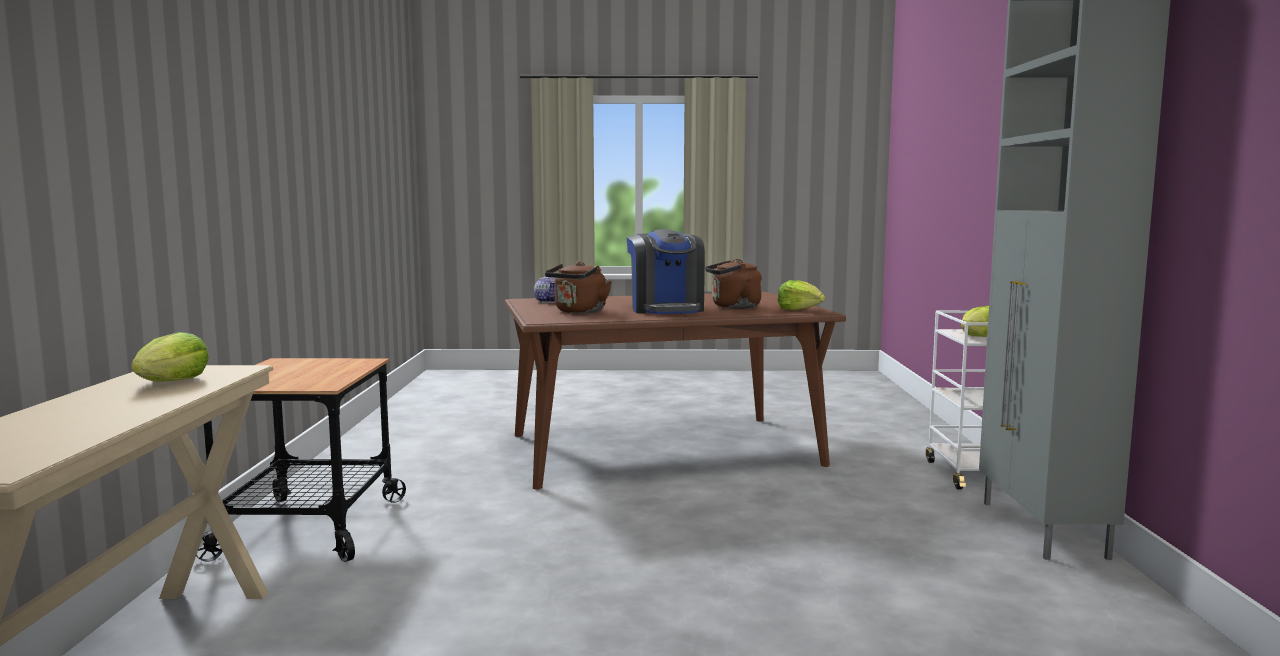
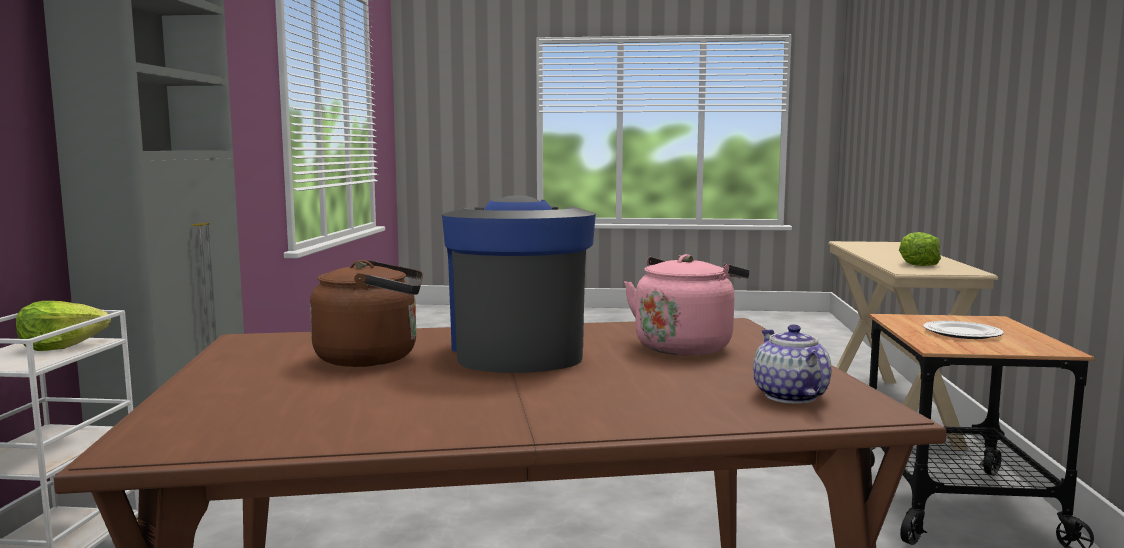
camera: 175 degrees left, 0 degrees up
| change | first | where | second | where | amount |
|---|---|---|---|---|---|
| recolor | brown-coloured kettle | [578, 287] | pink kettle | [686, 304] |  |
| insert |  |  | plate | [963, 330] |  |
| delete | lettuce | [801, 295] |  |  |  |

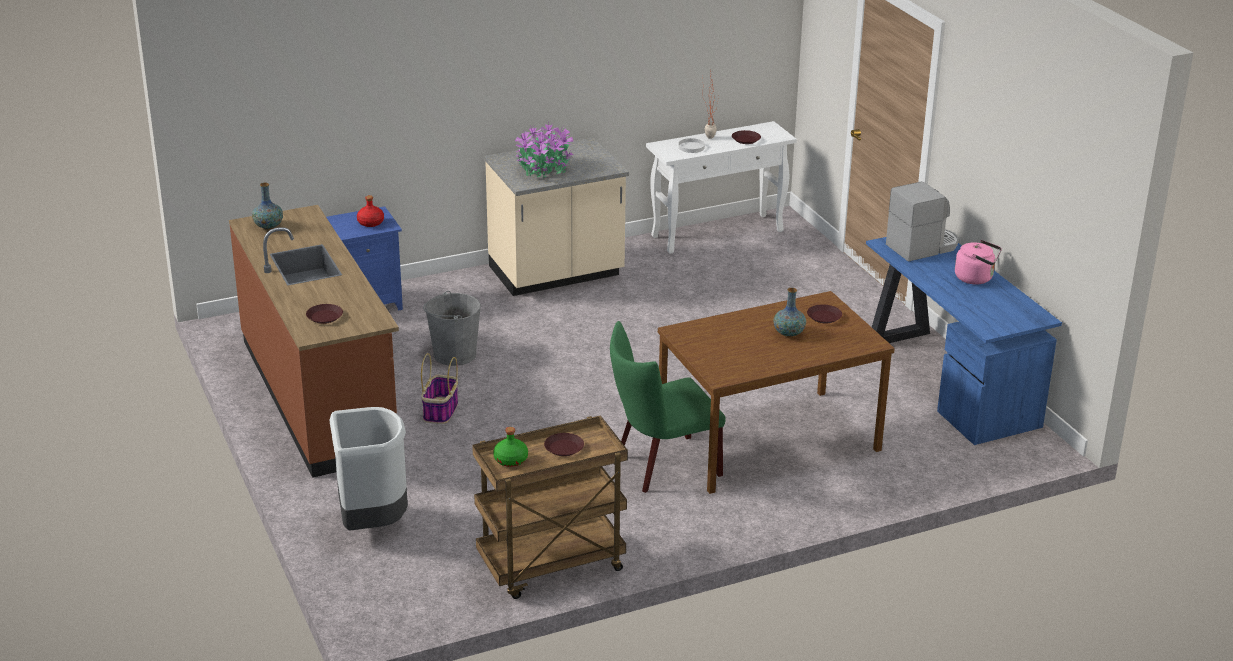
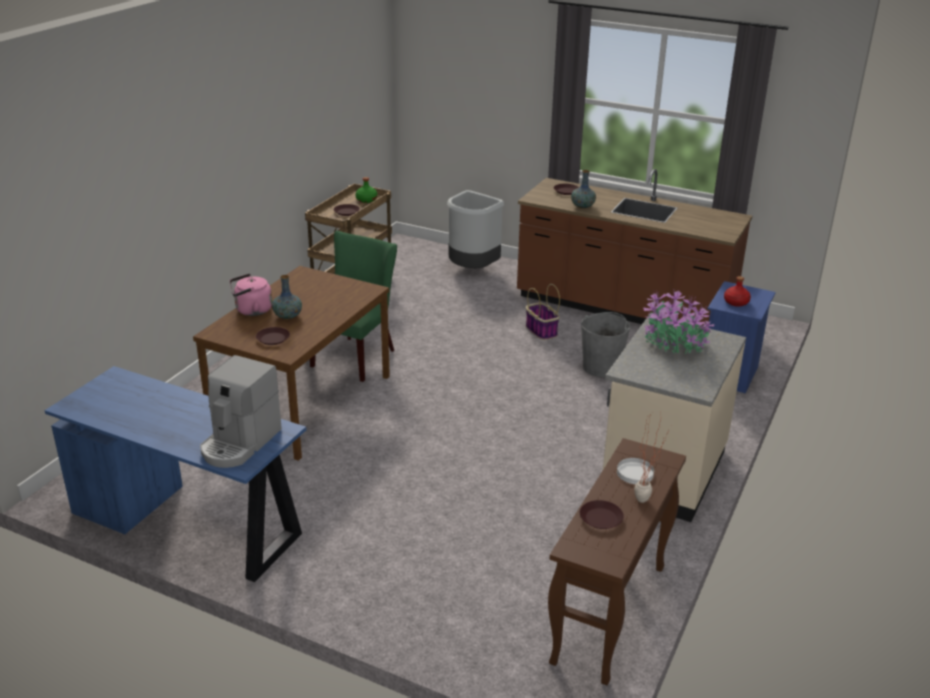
camera: 140 degrees right, 0 degrees up
| change | first | where | second | where | amount |
|---|---|---|---|---|---|
| move | pink kettle | [978, 262] |  | [251, 295] |  |
| recolor | white hall table | [721, 187] | brown-coloured hall table | [617, 561] |  |
| move | vase | [267, 206] |  | [583, 189] |  |

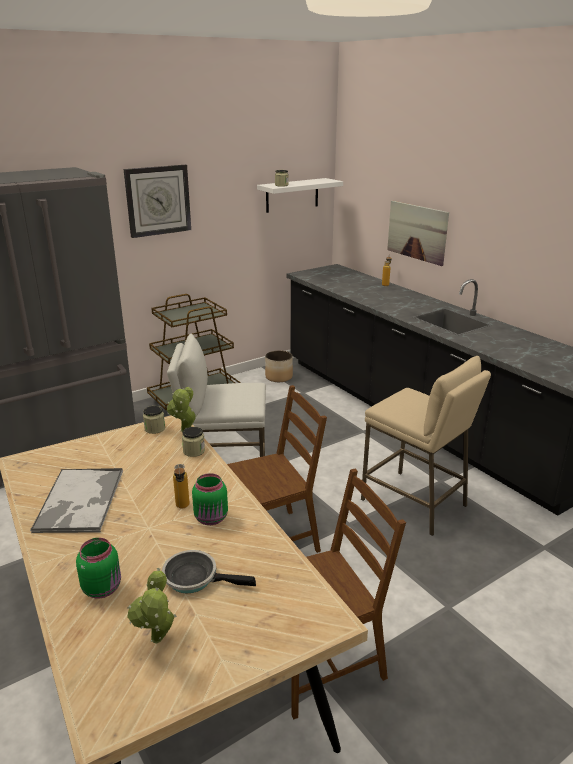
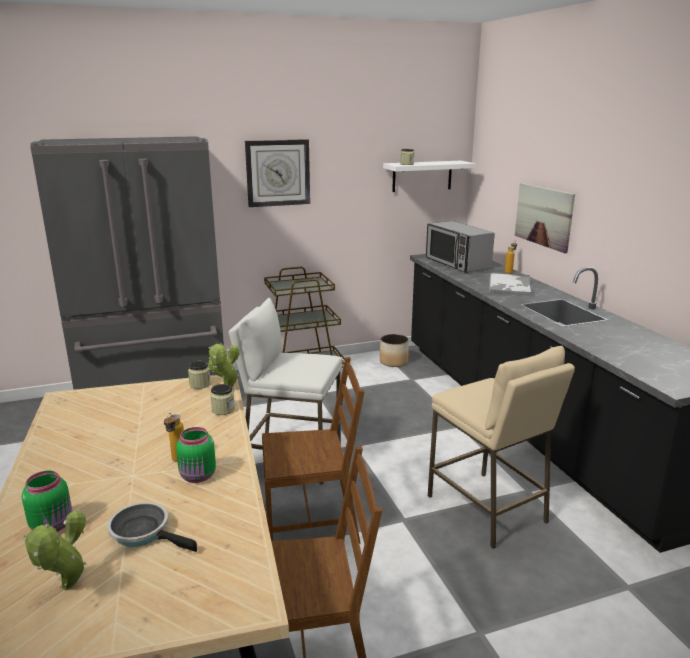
camera: 15 degrees right, 5 degrees down
| change | first | where | second | where | amount |
|---|---|---|---|---|---|
| insert |  |  | microwave | [460, 247] |  |
| move | serving tray | [76, 500] |  | [510, 284] |  |

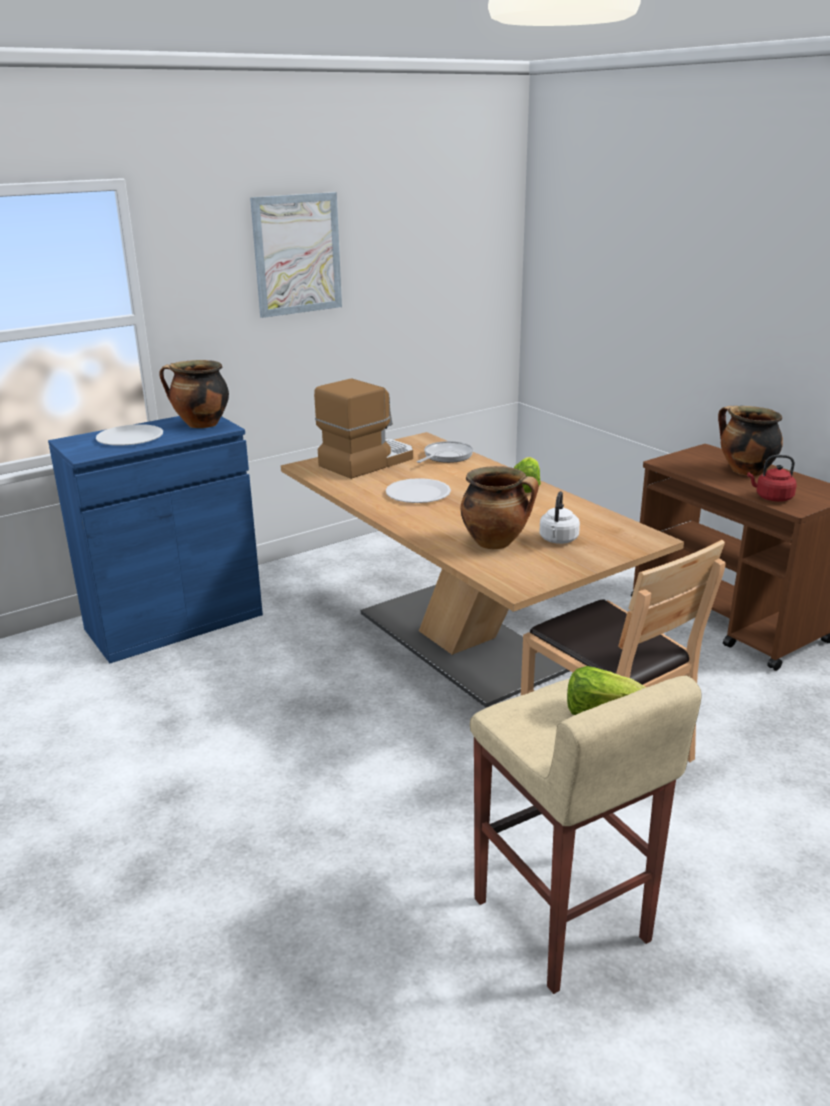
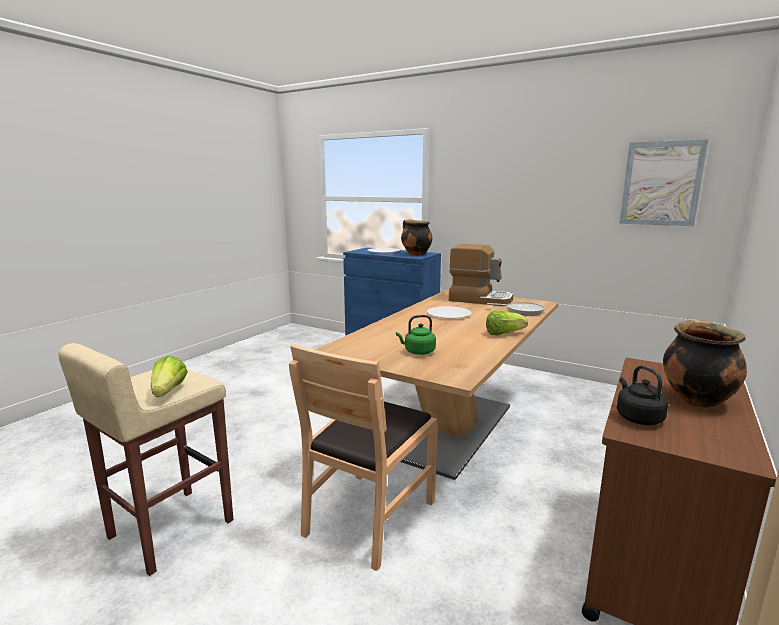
camera: 65 degrees right, 10 degrees down
| change | first | where | second | where | amount |
|---|---|---|---|---|---|
| recolor | white kettle | [560, 517] | green kettle | [416, 335] |  |
| recolor | red kettle | [772, 478] | black kettle | [642, 395] |  |
| move | picture | [296, 255] |  | [664, 182] |  |
| delete | stockpot | [499, 507] |  |  |  |

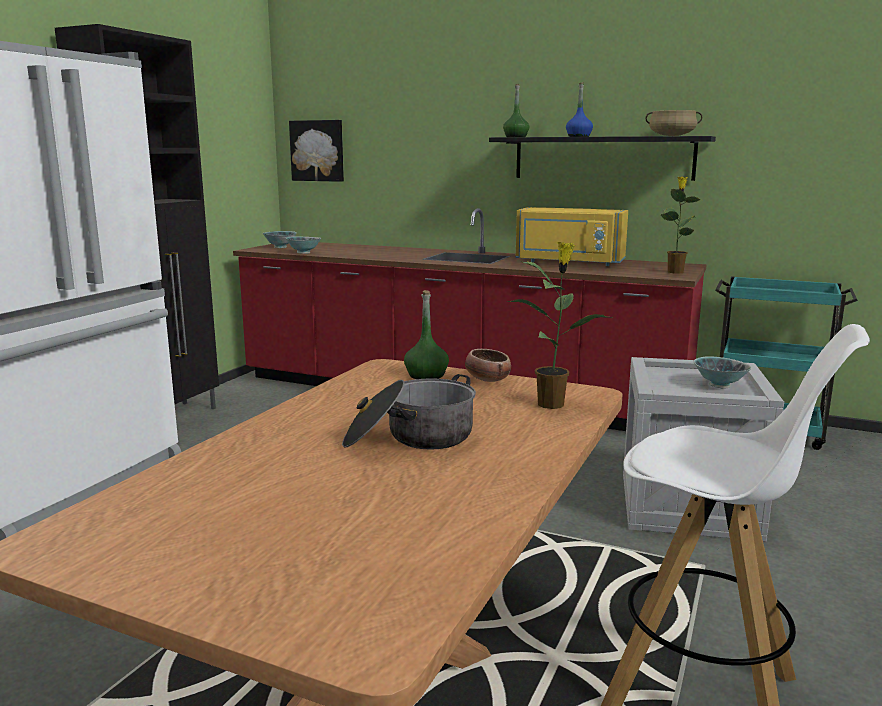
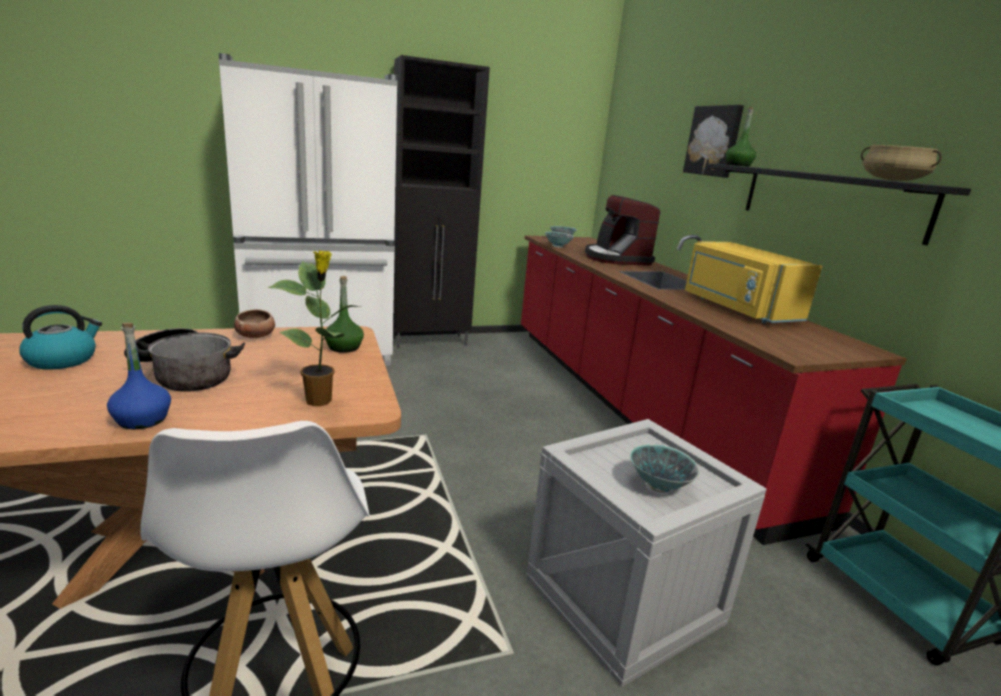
camera: 45 degrees right, 5 degrees up
| change | first | where | second | where | amount |
|---|---|---|---|---|---|
| insert |  |  | kettle | [60, 337] |  |
| move | blue-coloured bottle | [579, 109] |  | [139, 376] |  |
| move | bowl | [488, 365] |  | [254, 323] |  |
| insert |  |  | coffee machine | [622, 230] |  |
| move | picture | [316, 151] |  | [713, 141] |  |
| delete | plant in a pot | [681, 225] |  |  |  |

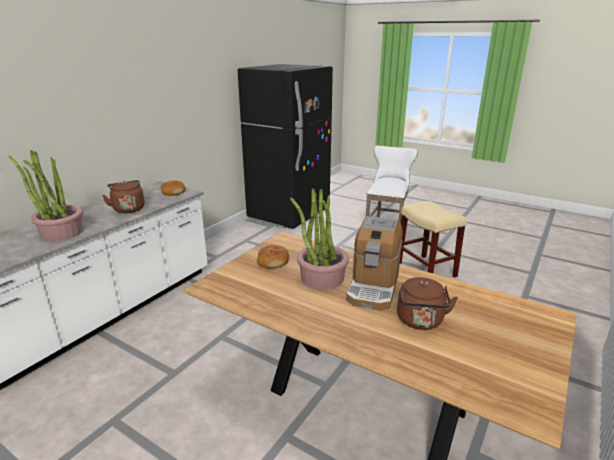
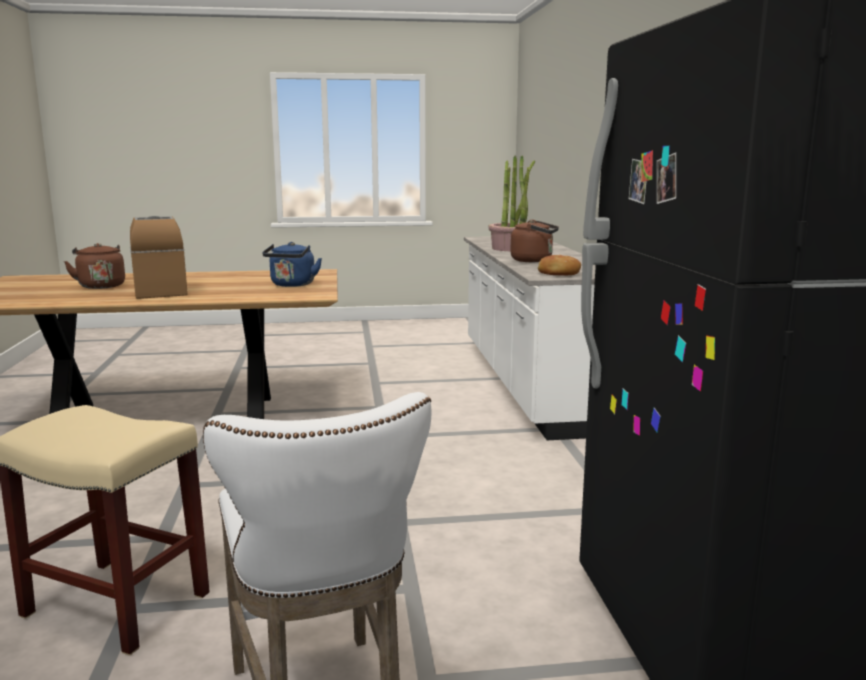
camera: 140 degrees right, 10 degrees down
| change | first | where | second | where | amount |
|---|---|---|---|---|---|
| replace | bakery bread | [273, 257] | blue-coloured kettle | [292, 264] |  |
| delete | plant in a pot | [319, 238] |  |  |  |

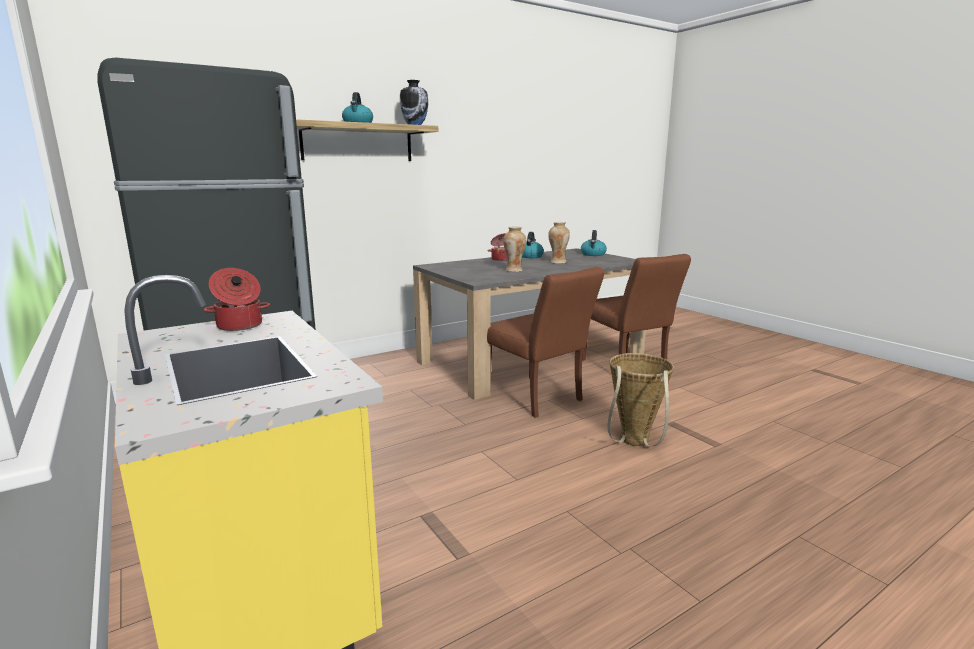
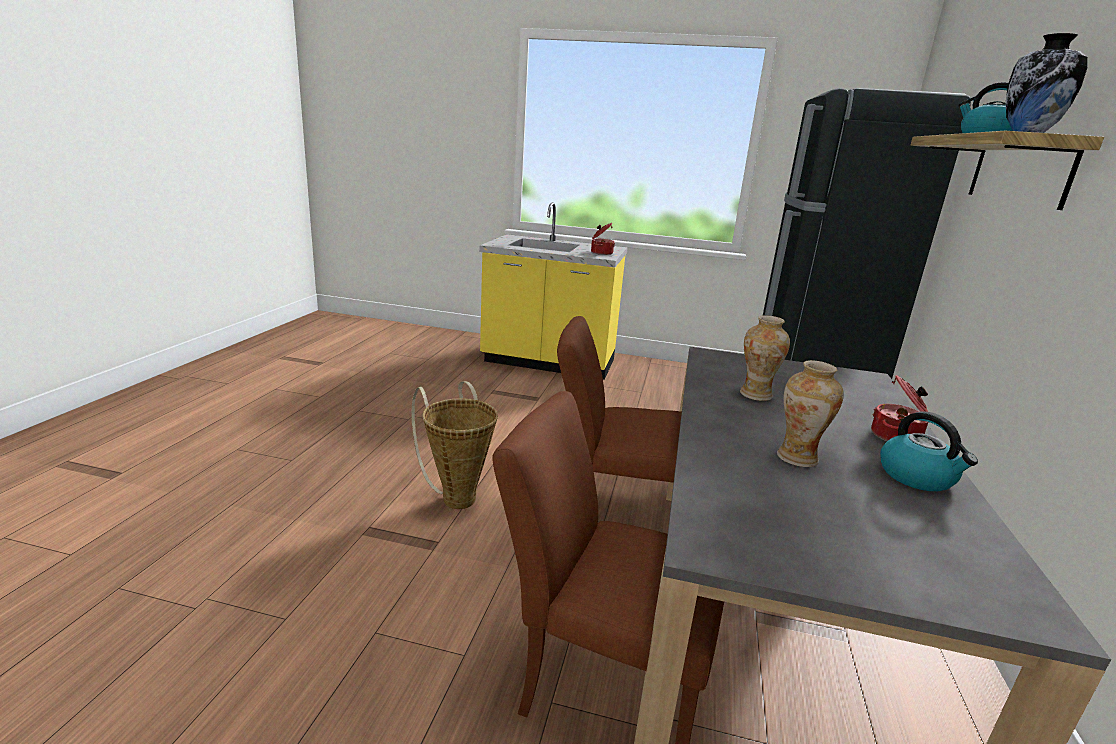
camera: 135 degrees right, 5 degrees up
| change | first | where | second | where | amount |
|---|---|---|---|---|---|
| delete | kettle | [594, 243] |  |  |  |

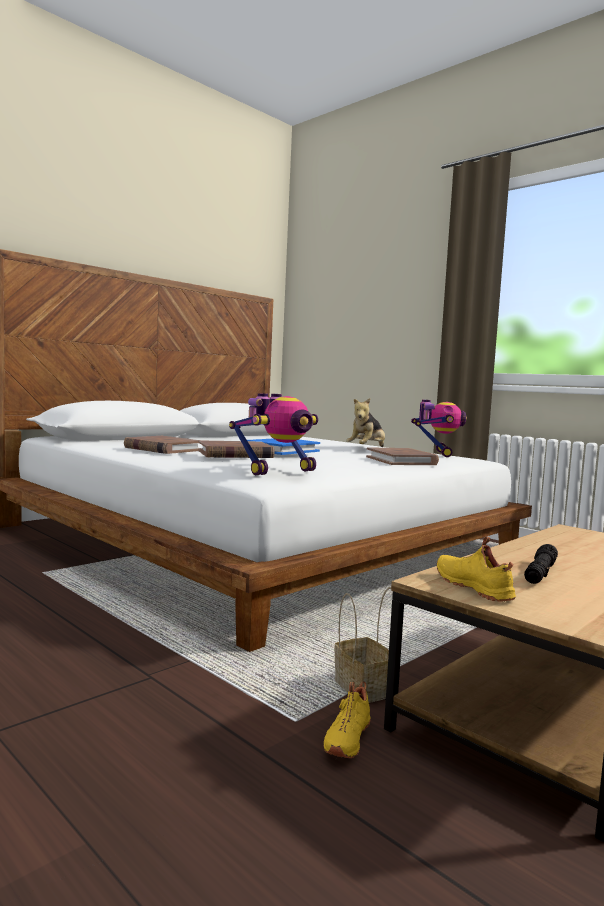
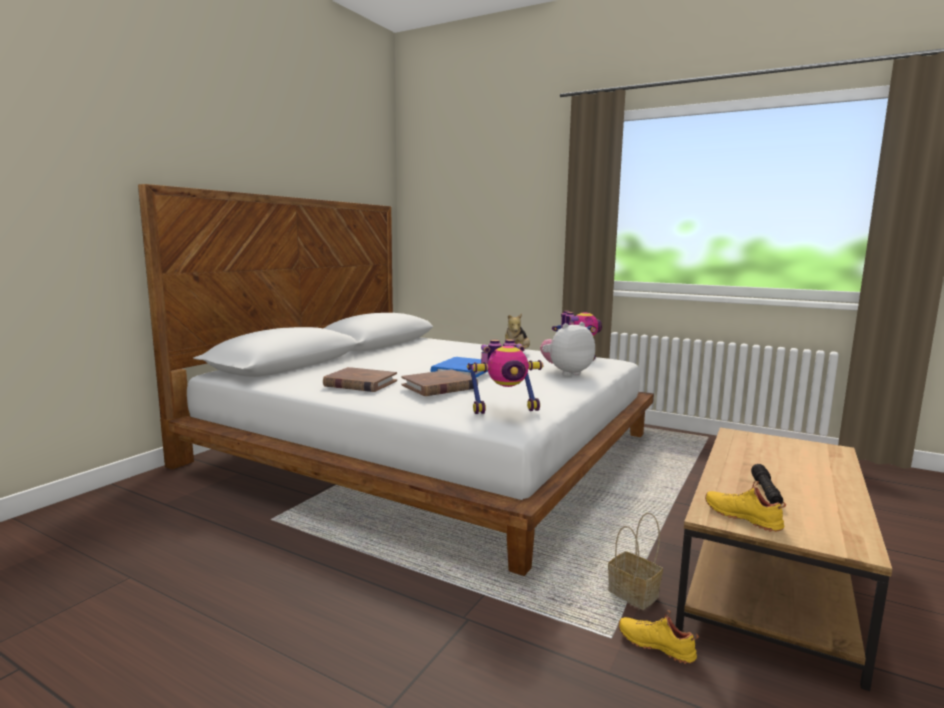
camera: 15 degrees left, 5 degrees up
| change | first | where | second | where | amount |
|---|---|---|---|---|---|
| rotate | robot figure | [273, 434] |  | [505, 376] | 45 degrees clockwise |
| replace | brown-coloured volume | [402, 456] | soft toy | [567, 349] |  |
| rotate | yellowish low shoe | [347, 719] |  | [659, 637] | 120 degrees clockwise |

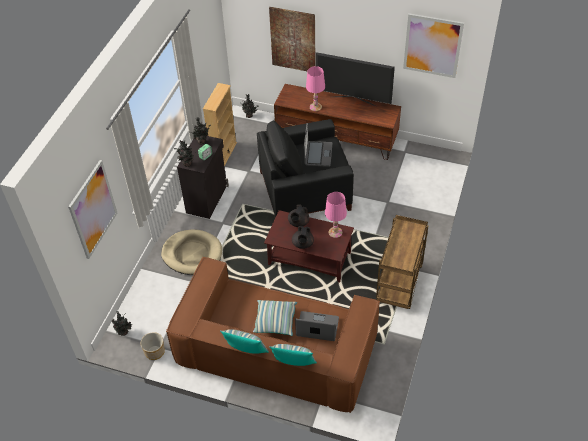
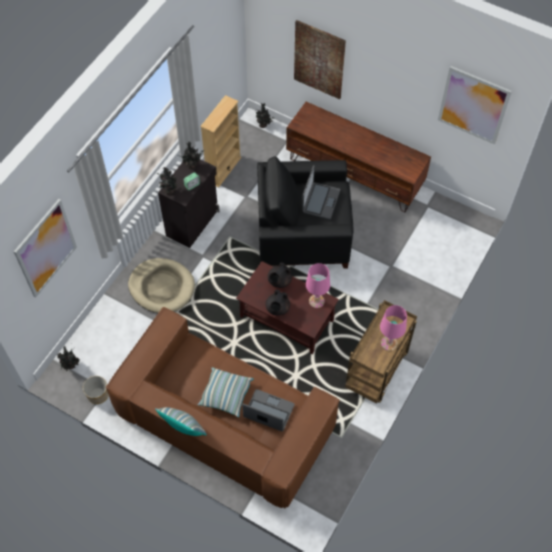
camera: 10 degrees right, 10 degrees up
| change | first | where | second | where | amount |
|---|---|---|---|---|---|
| move | pink tabletop lamp | [315, 88] |  | [393, 328] |  |
| delete | throw pillow | [293, 355] |  |  |  |
| delete | TV set | [355, 79] |  |  |  |

